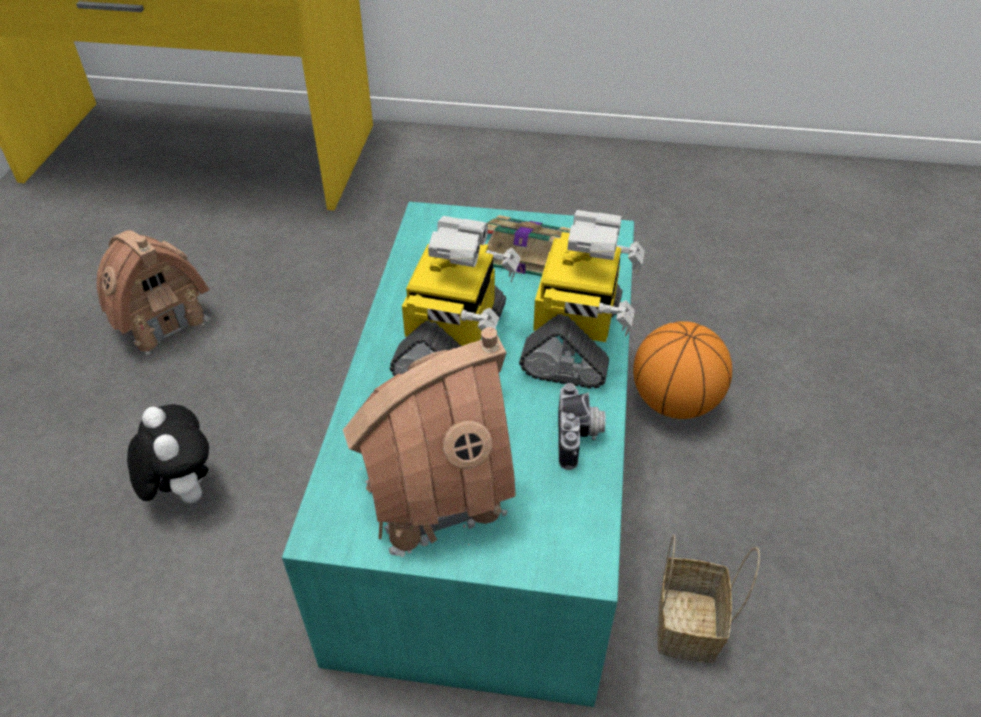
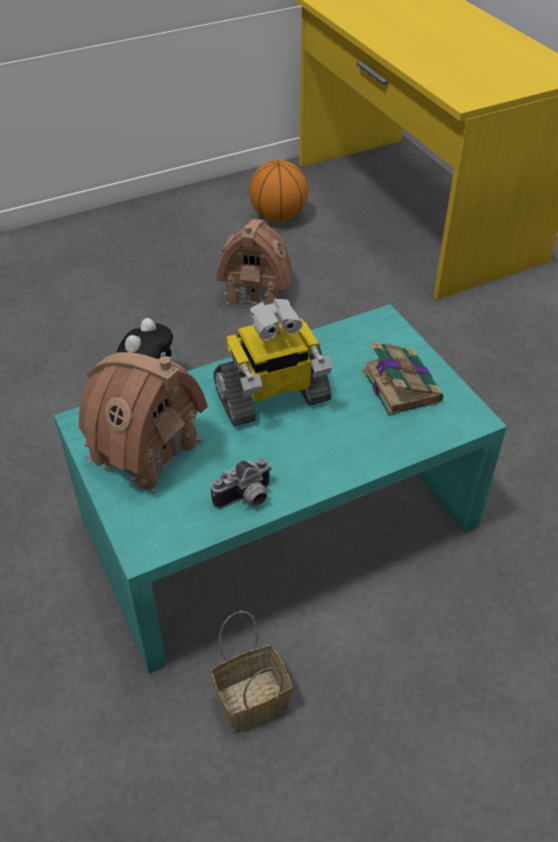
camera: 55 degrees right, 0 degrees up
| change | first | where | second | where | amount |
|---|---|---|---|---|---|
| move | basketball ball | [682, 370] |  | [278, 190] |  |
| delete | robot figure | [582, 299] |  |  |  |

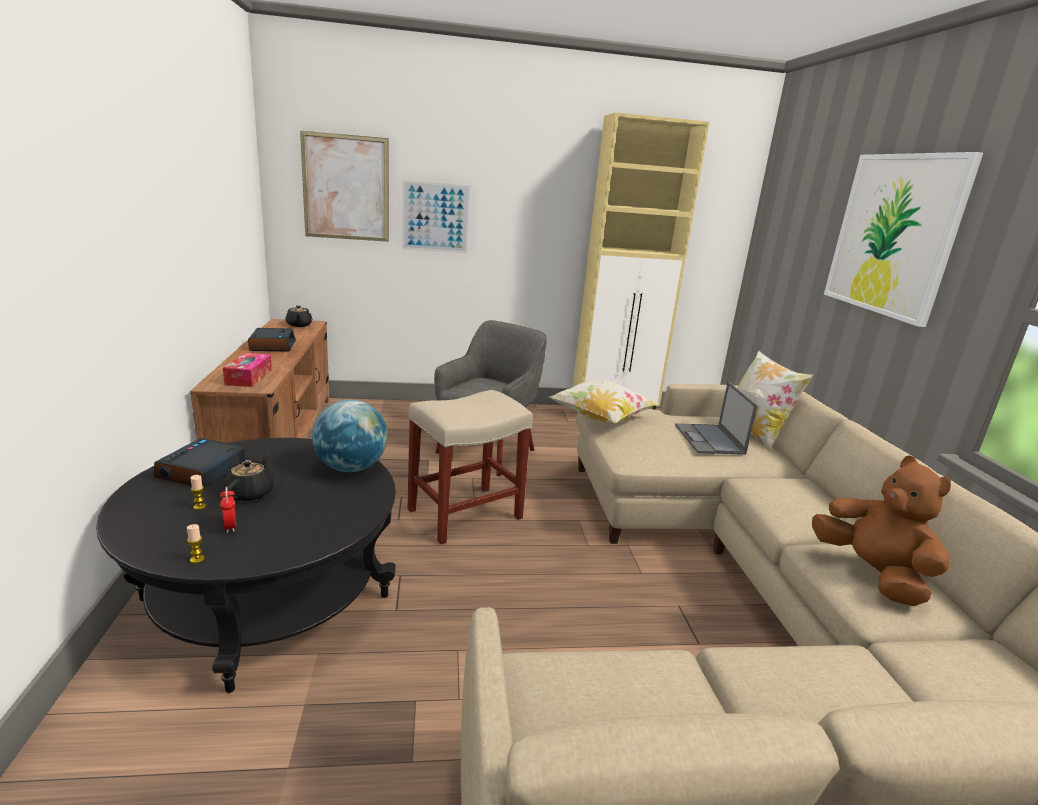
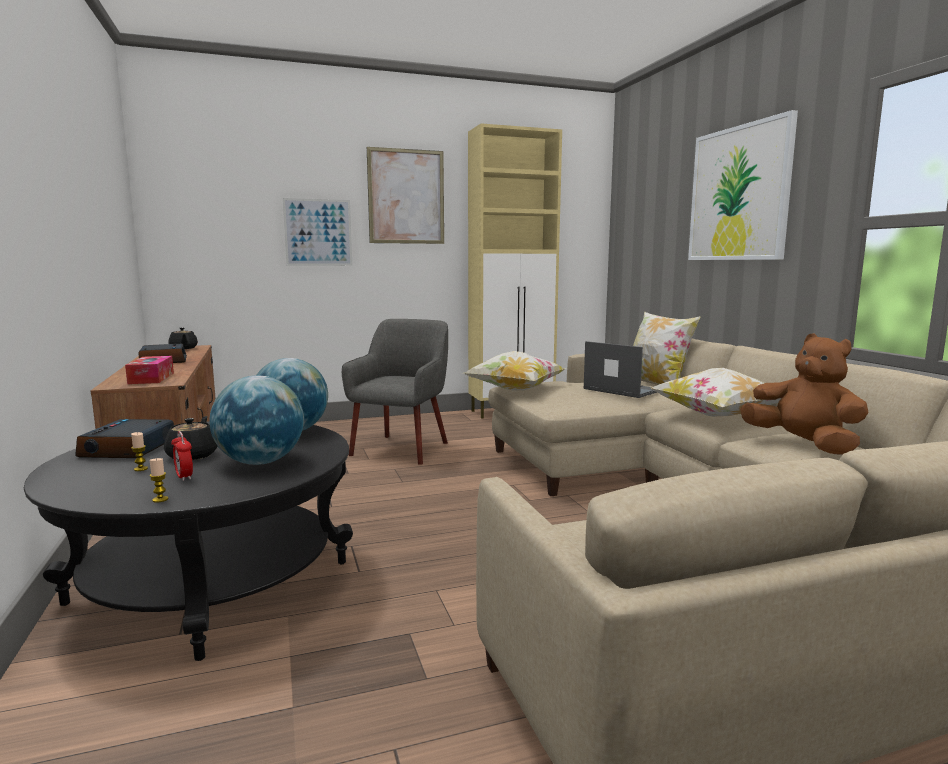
camera: 10 degrees left, 10 degrees down
| change | first | where | second | where | amount |
|---|---|---|---|---|---|
| insert |  |  | desk globe | [256, 420] |  |
| move | picture | [344, 186] |  | [405, 195] |  |
| rotate | portable computer | [716, 418] |  | [620, 369] | 150 degrees clockwise |
| insert |  |  | throw pillow | [716, 392] |  |
| delete | sand-coloured stool | [470, 467] |  |  |  |

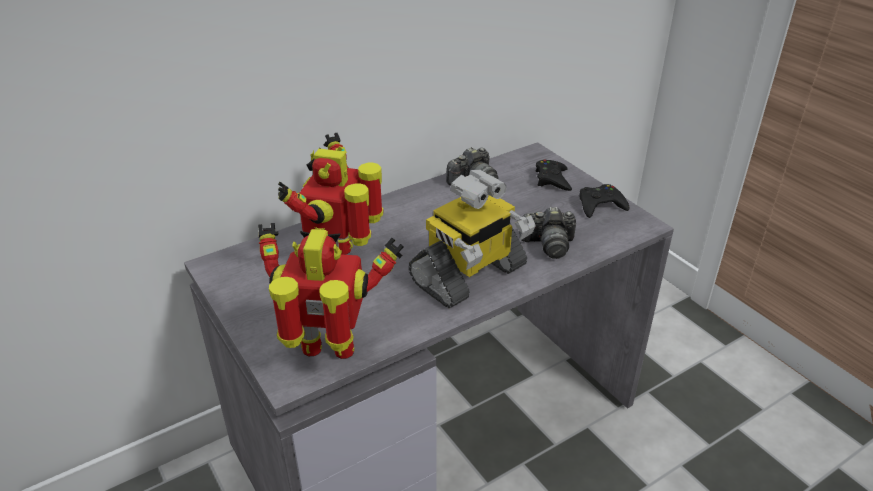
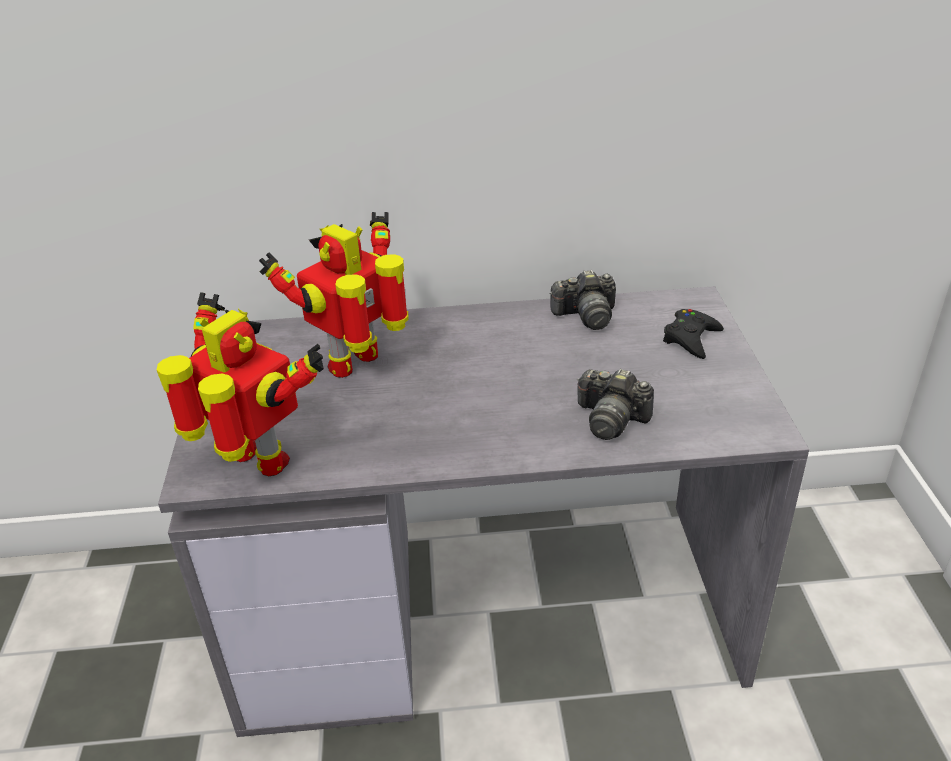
camera: 30 degrees right, 0 degrees up
| change | first | where | second | where | amount |
|---|---|---|---|---|---|
| delete | robot figure | [472, 239] |  |  |  |
| delete | black game controller | [605, 201] |  |  |  |

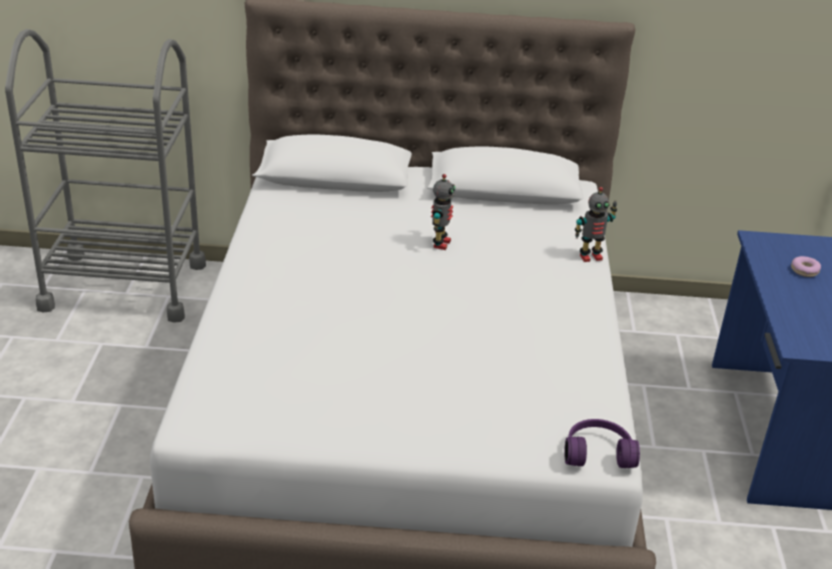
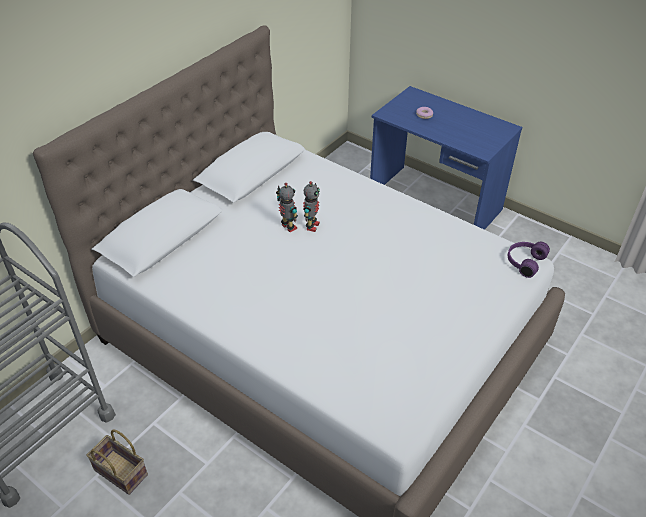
camera: 55 degrees left, 10 degrees up
| change | first | where | second | where | amount |
|---|---|---|---|---|---|
| insert |  |  | basket | [117, 462] |  |
| move | robot figure | [596, 224] |  | [311, 206] |  |

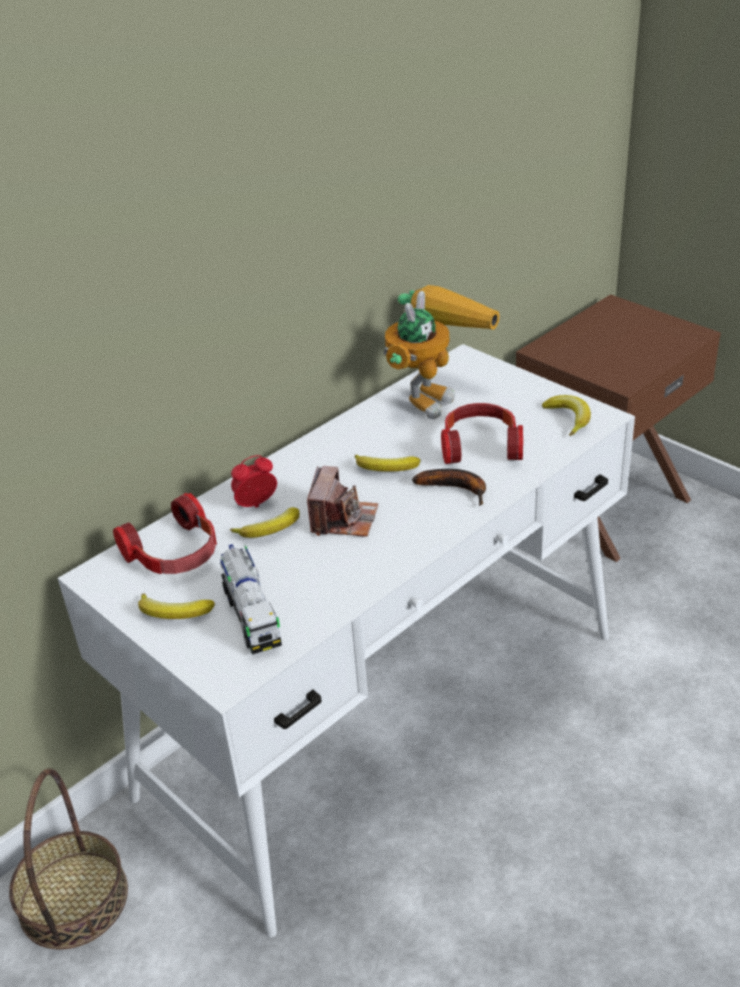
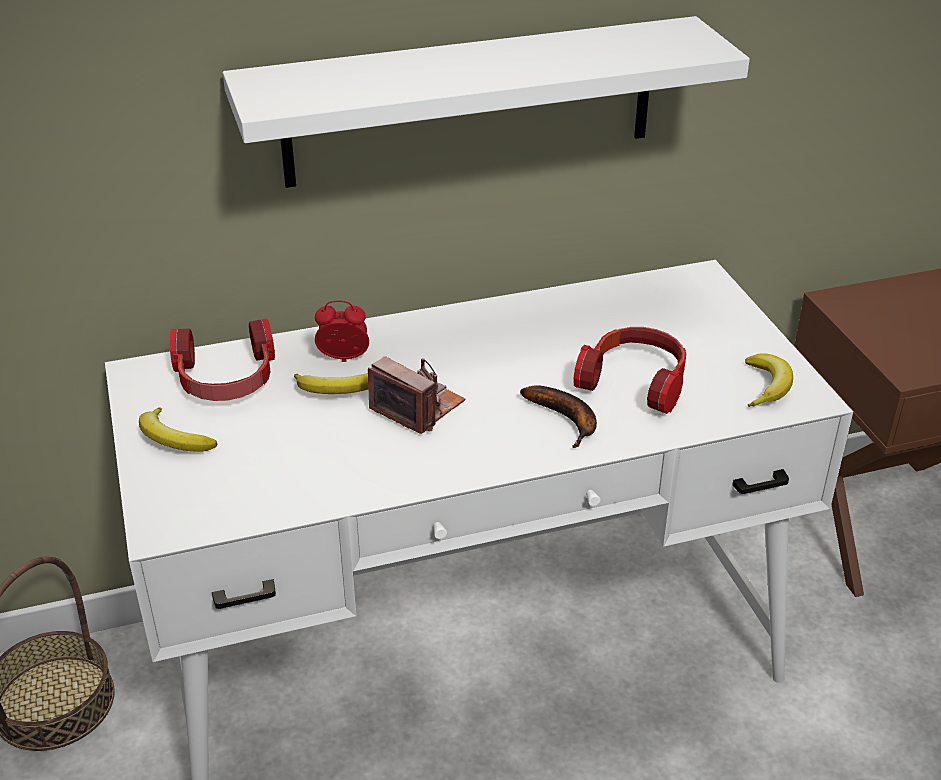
camera: 25 degrees right, 0 degrees up
| change | first | where | second | where | amount |
|---|---|---|---|---|---|
| insert |  |  | white shelf | [486, 102] |  |
| rotate | still camera | [342, 501] |  | [416, 395] | 90 degrees counterclockwise |
| delete | toy lorry | [251, 599] |  |  |  |
| delete | banana | [388, 463] |  |  |  |
| delete | robot figure | [442, 352] |  |  |  |

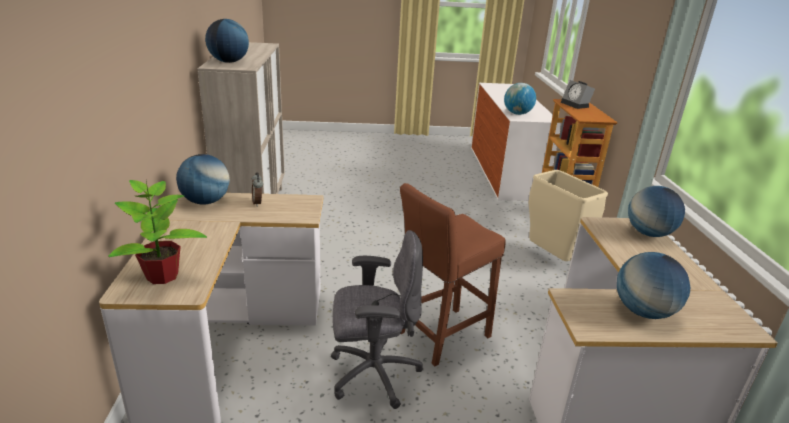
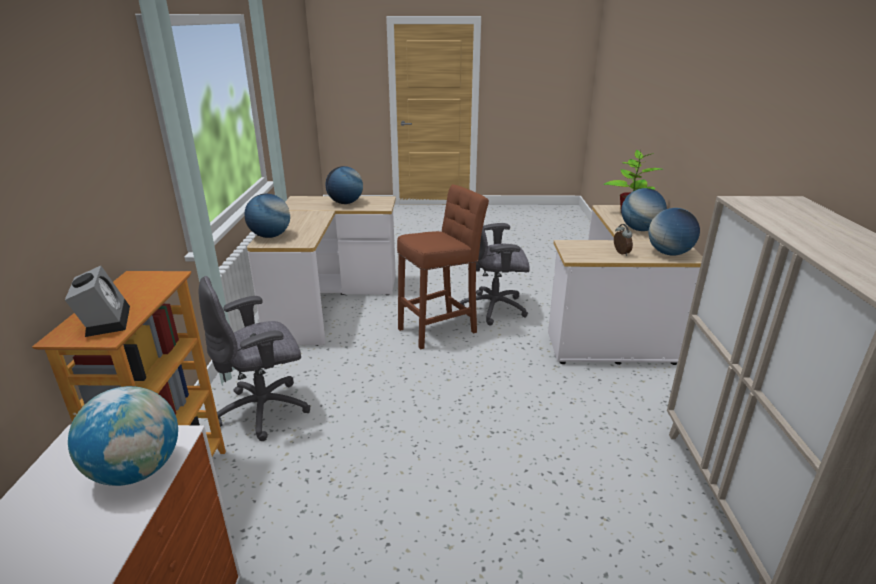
camera: 175 degrees left, 0 degrees up
| change | first | where | second | where | amount |
|---|---|---|---|---|---|
| replace | sand-coloured rubbish bin | [568, 215] | gray computer chair | [254, 358] |  |
| move | desk globe | [227, 41] |  | [644, 209] |  |

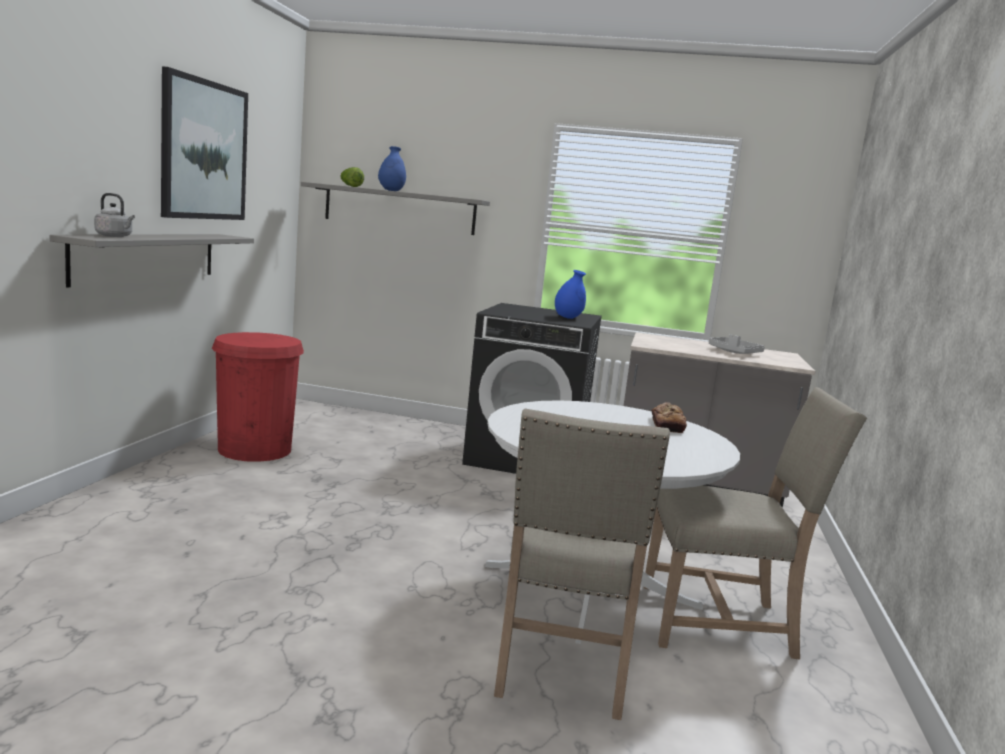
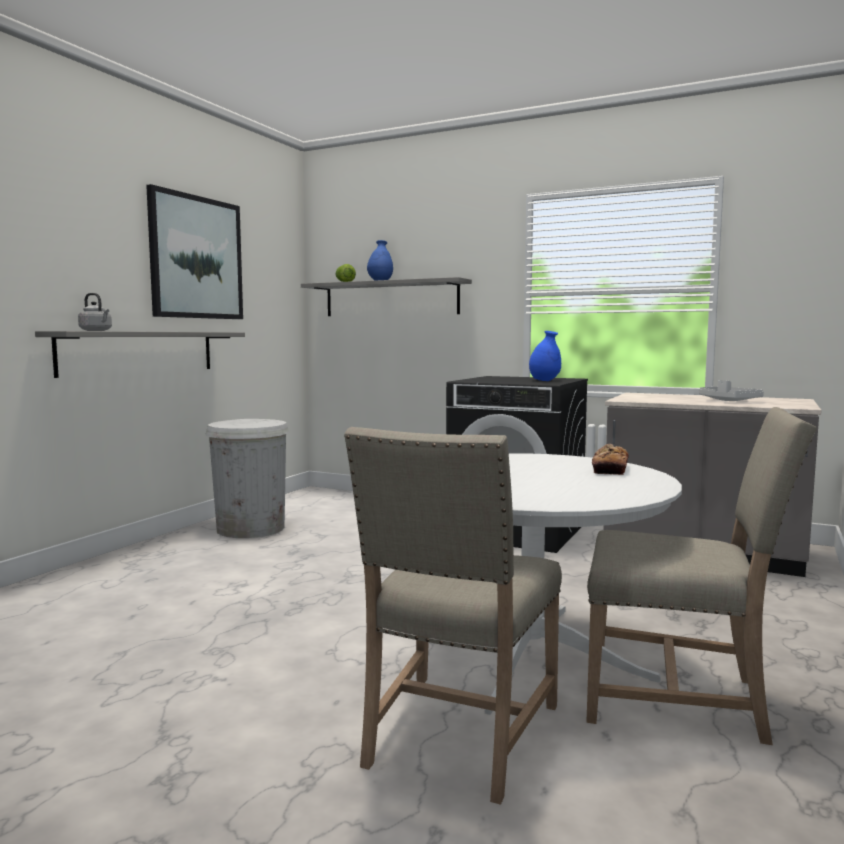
camera: 15 degrees right, 5 degrees down
| change | first | where | second | where | amount |
|---|---|---|---|---|---|
| recolor | red rubbish bin | [258, 397] | white rubbish bin | [247, 478] |  |

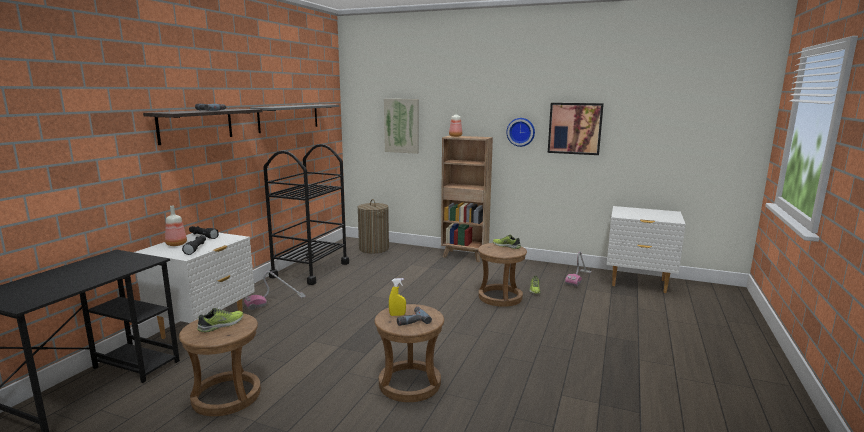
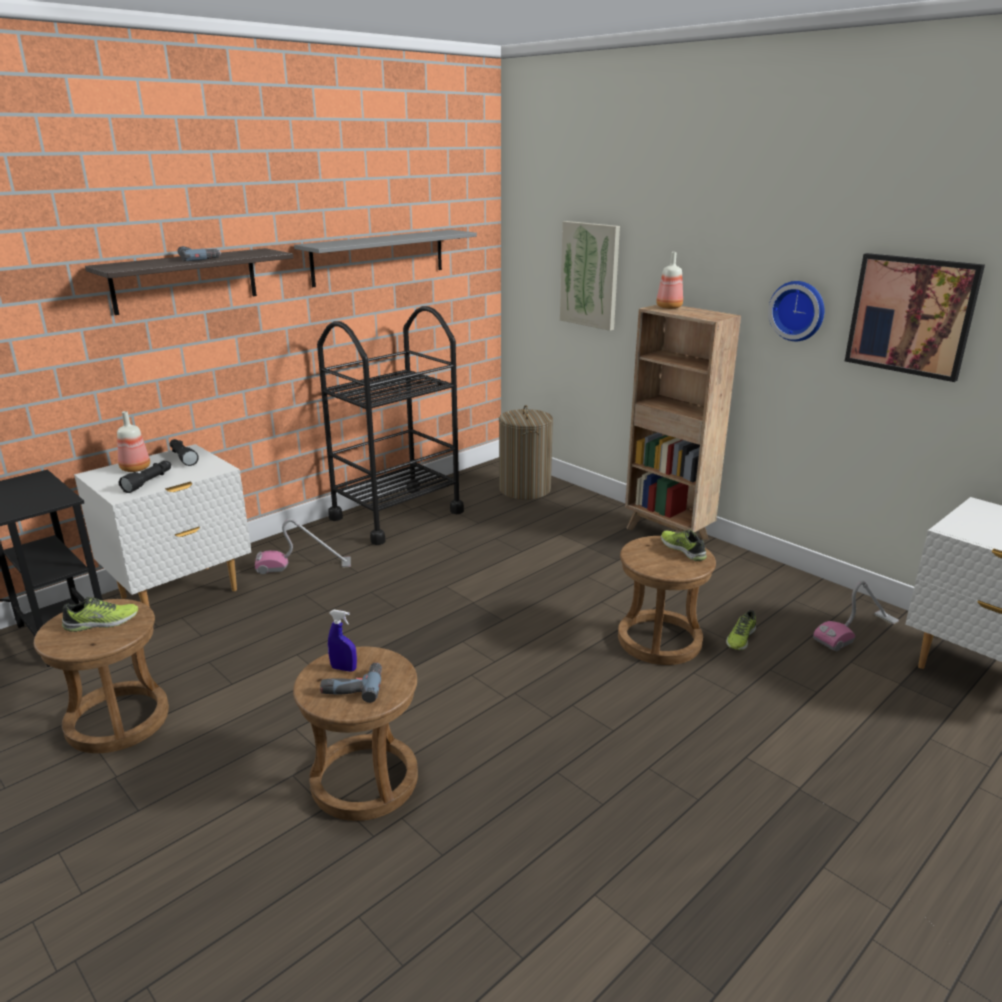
camera: 25 degrees right, 10 degrees up
| change | first | where | second | where | amount |
|---|---|---|---|---|---|
| recolor | yellowish spray bottle | [397, 297] | blue-coloured spray bottle | [342, 641] |  |

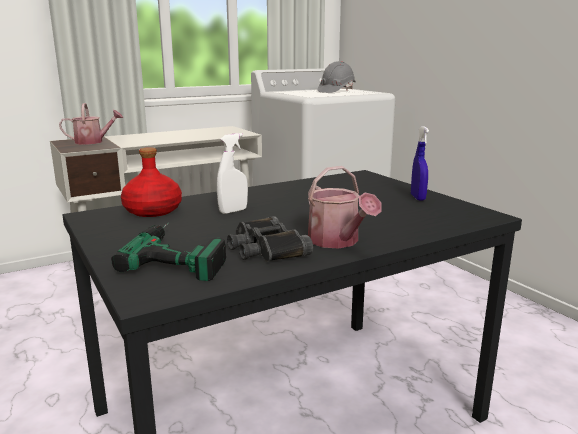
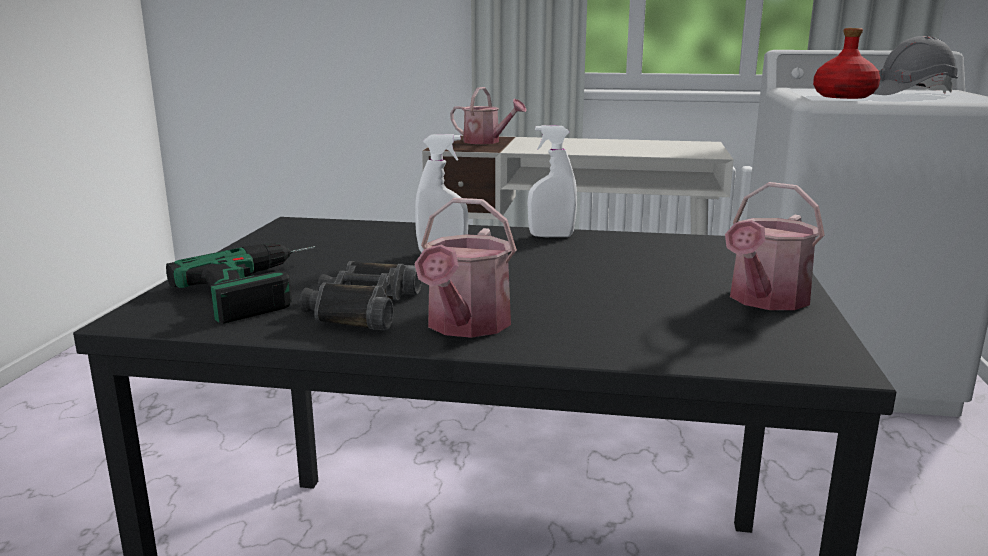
camera: 40 degrees right, 0 degrees up
| change | first | where | second | where | amount |
|---|---|---|---|---|---|
| insert |  |  | white spray bottle | [552, 181] |  |
| replace | blue-coloured spray bottle | [420, 163] | watering can | [775, 246] |  |
| move | red bottle | [151, 182] |  | [846, 63] |  |

